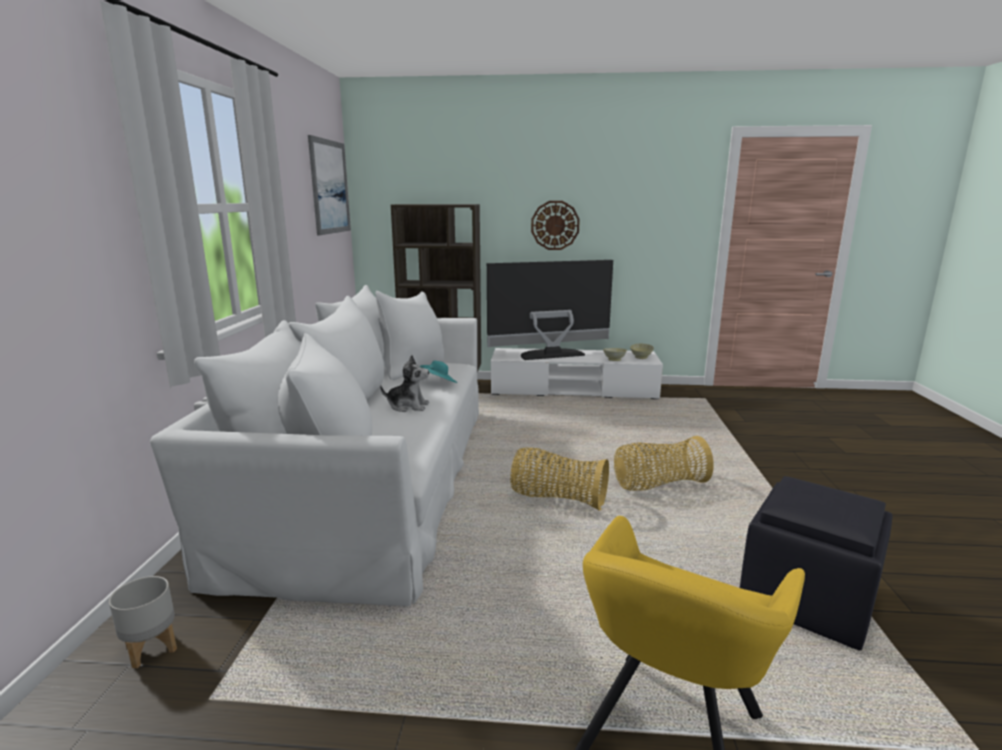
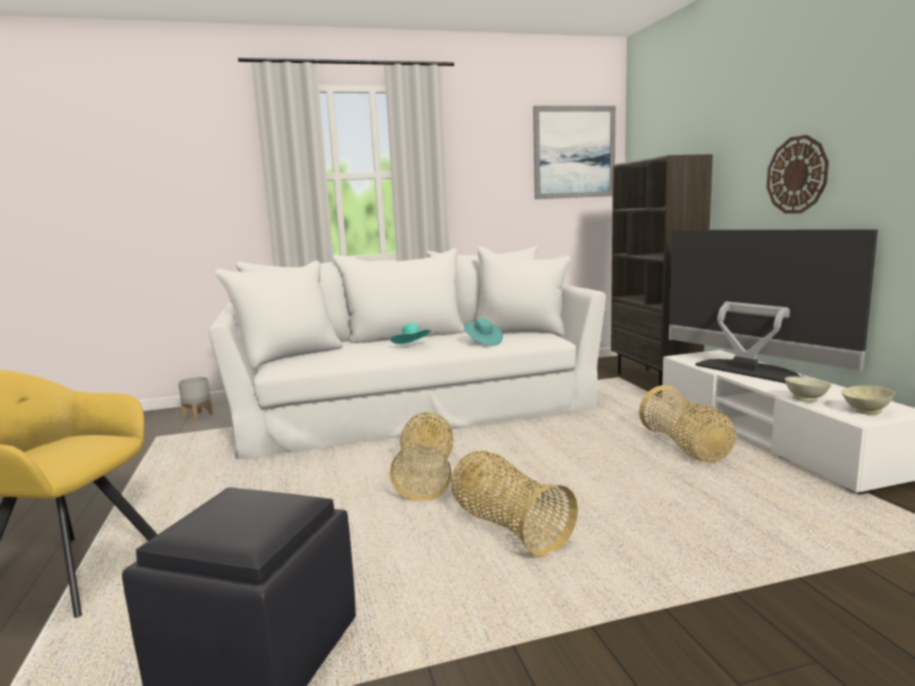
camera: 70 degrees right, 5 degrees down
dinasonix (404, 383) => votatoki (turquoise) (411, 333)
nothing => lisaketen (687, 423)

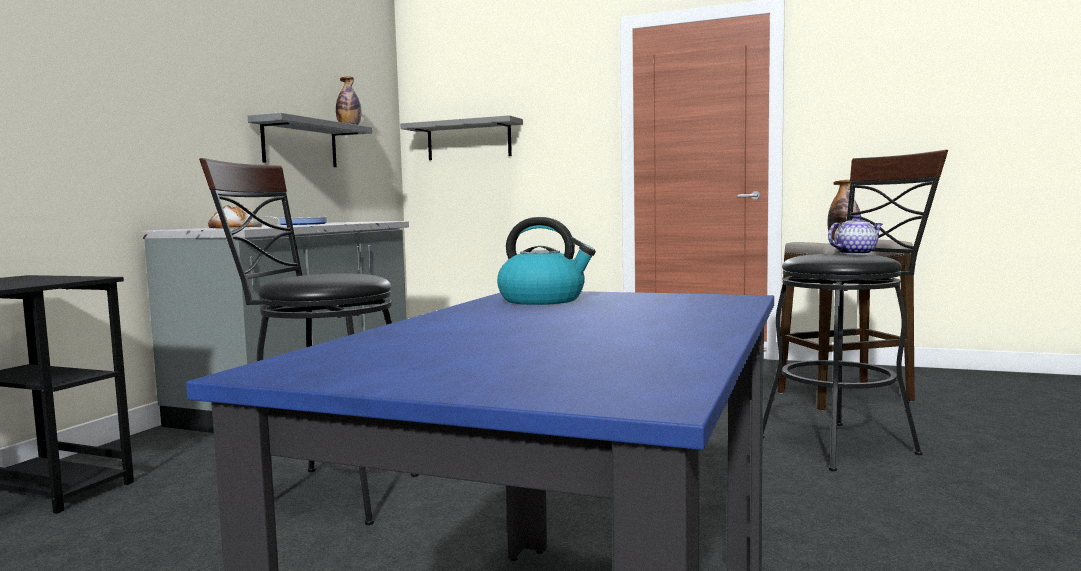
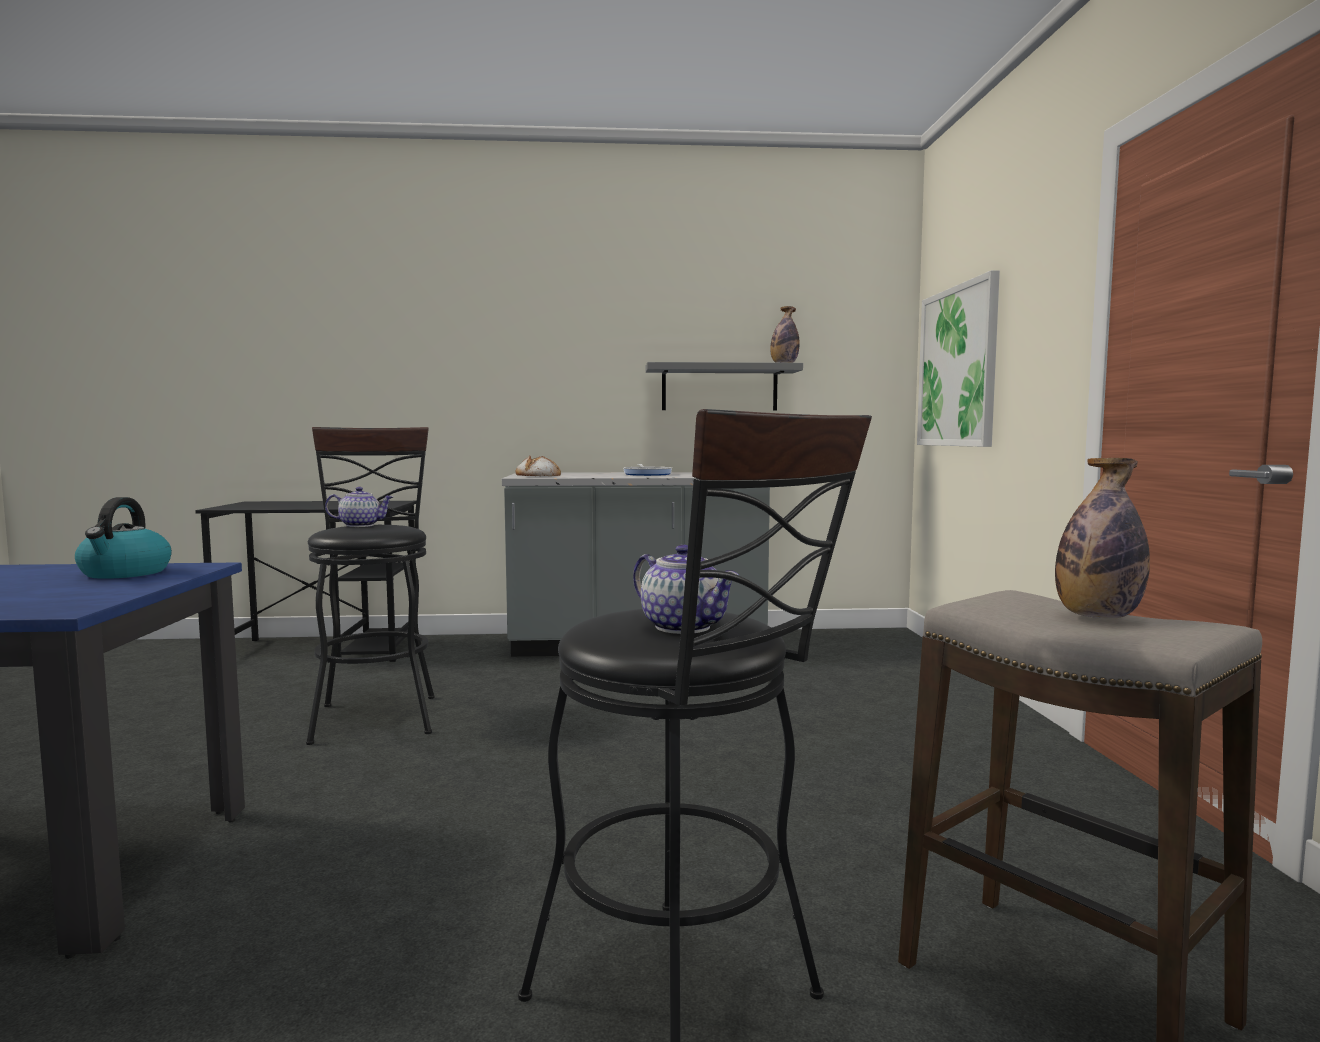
camera: 65 degrees right, 0 degrees up
nothing => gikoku (359, 507)
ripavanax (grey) (461, 137) => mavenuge (958, 358)

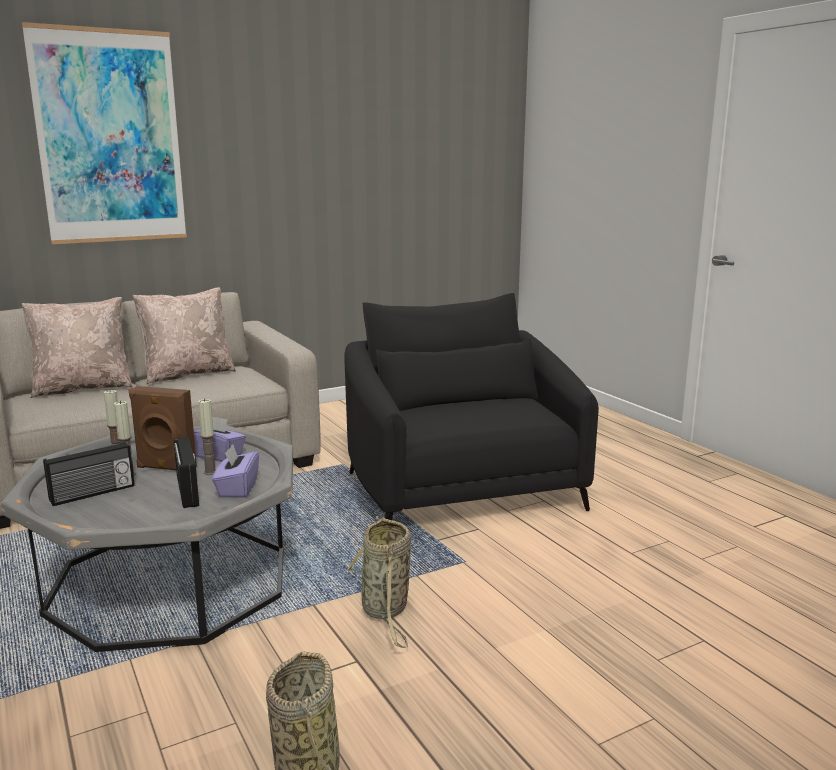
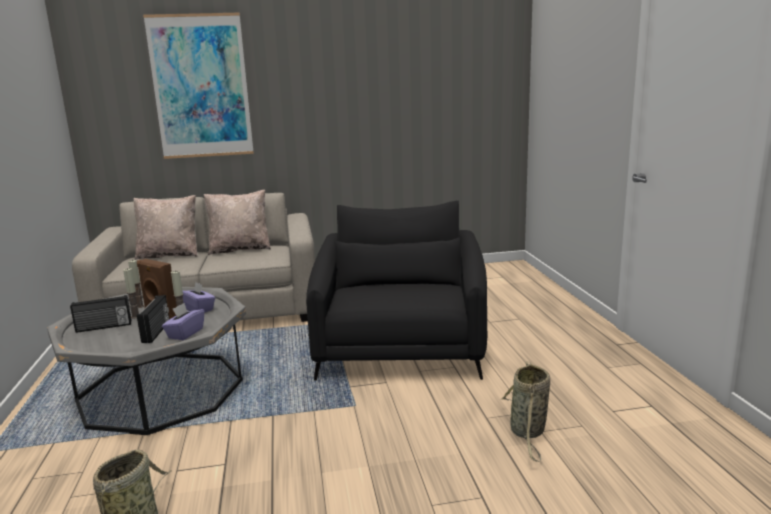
camera: 20 degrees right, 0 degrees up
lisaketen (378, 582) => lisaketen (525, 412), moved

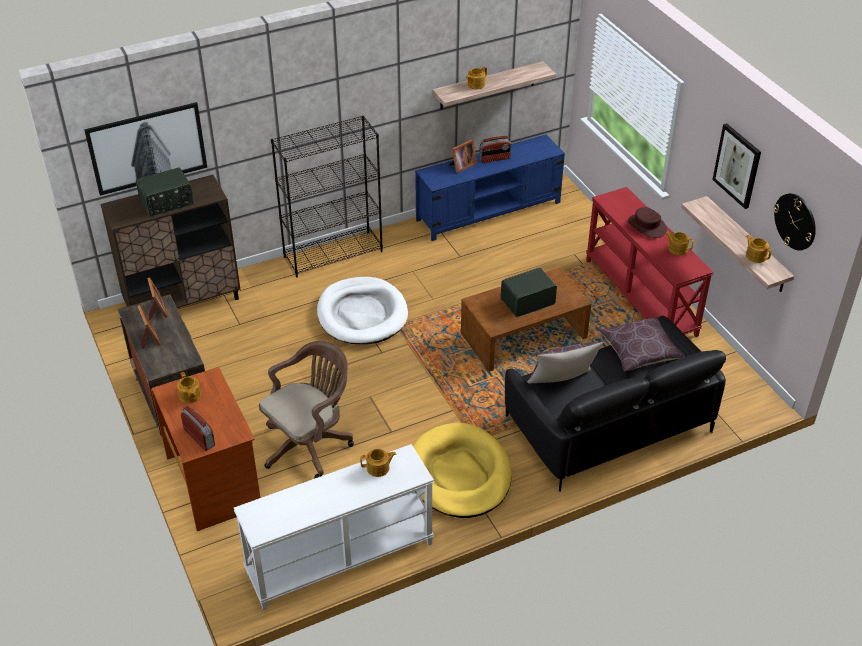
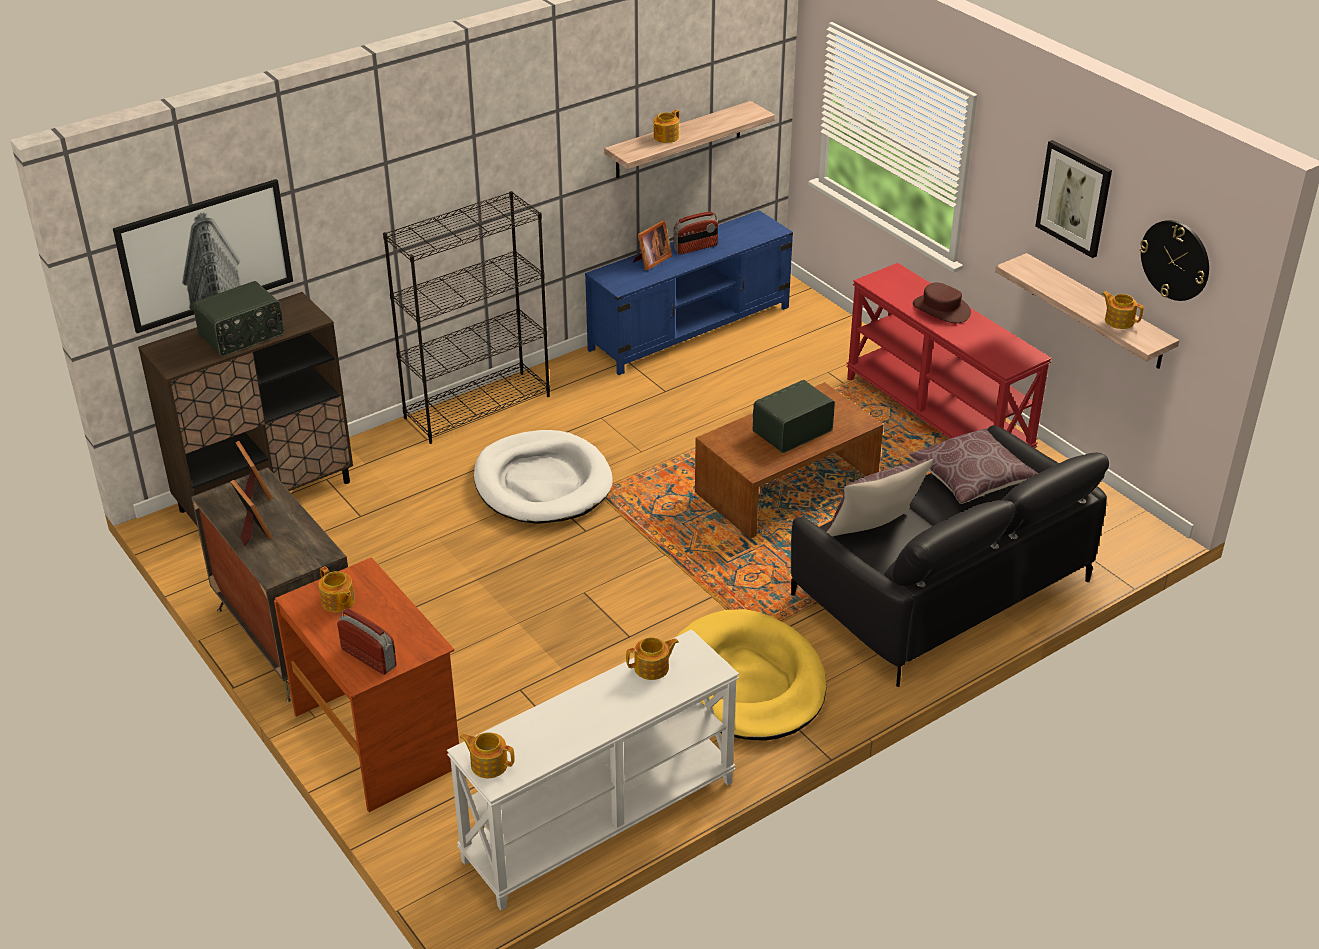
camera: 10 degrees left, 5 degrees down
gikoku (679, 243) => gikoku (487, 755), moved
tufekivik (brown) (306, 409) => nothing

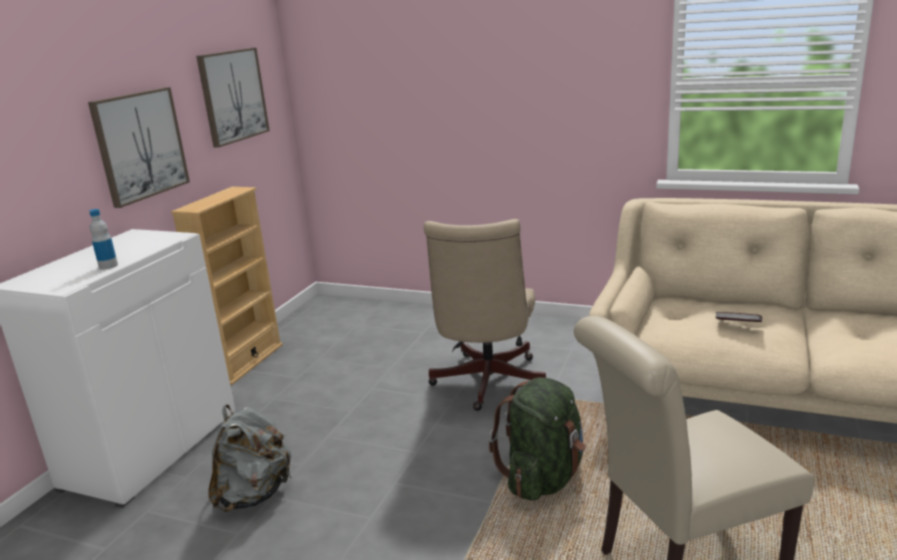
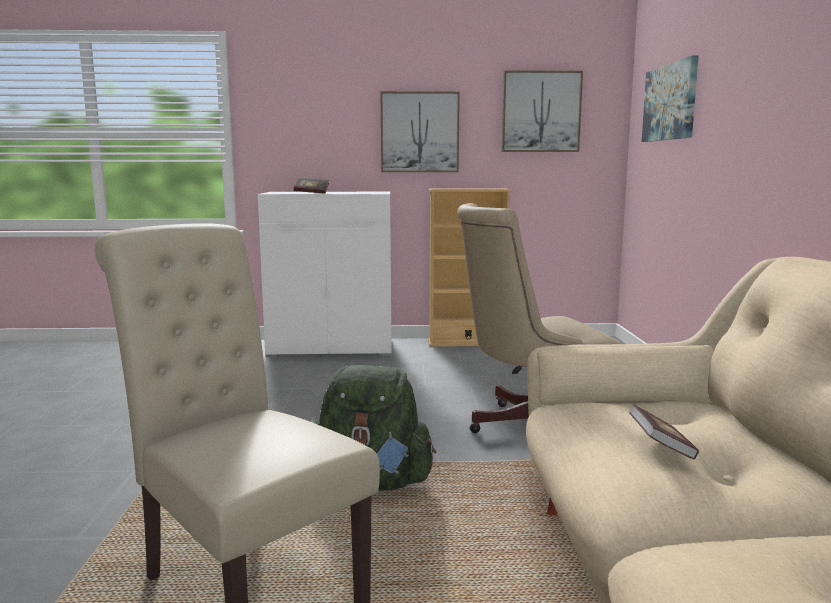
camera: 65 degrees right, 10 degrees down
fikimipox (103, 239) => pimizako (311, 186)
nothing => mavenuge (670, 99)
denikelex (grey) (250, 458) => nothing

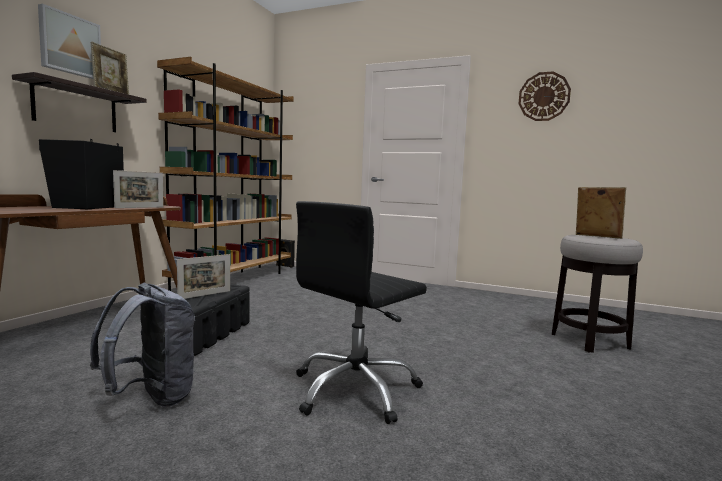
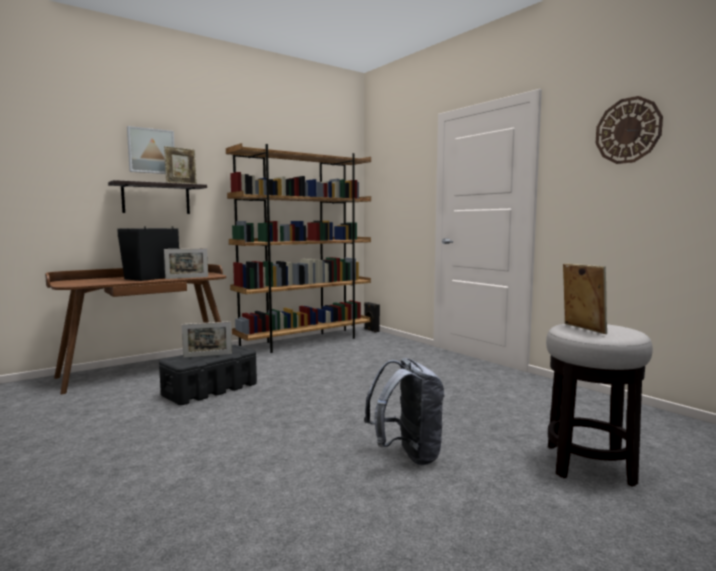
camera: 30 degrees right, 0 degrees up
denikelex (grey) (142, 344) => denikelex (grey) (404, 411), moved
tufekivik (black) (361, 312) => nothing

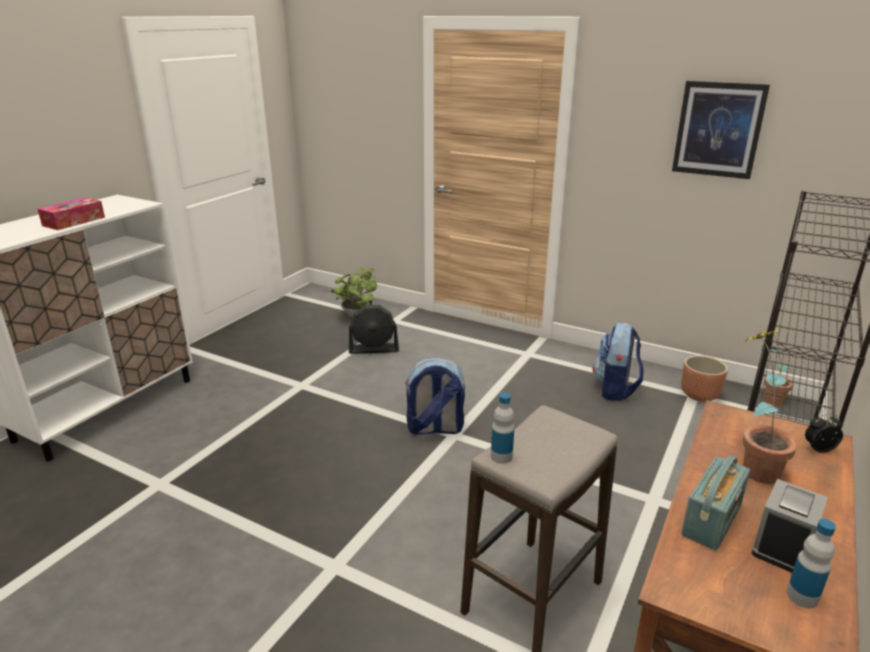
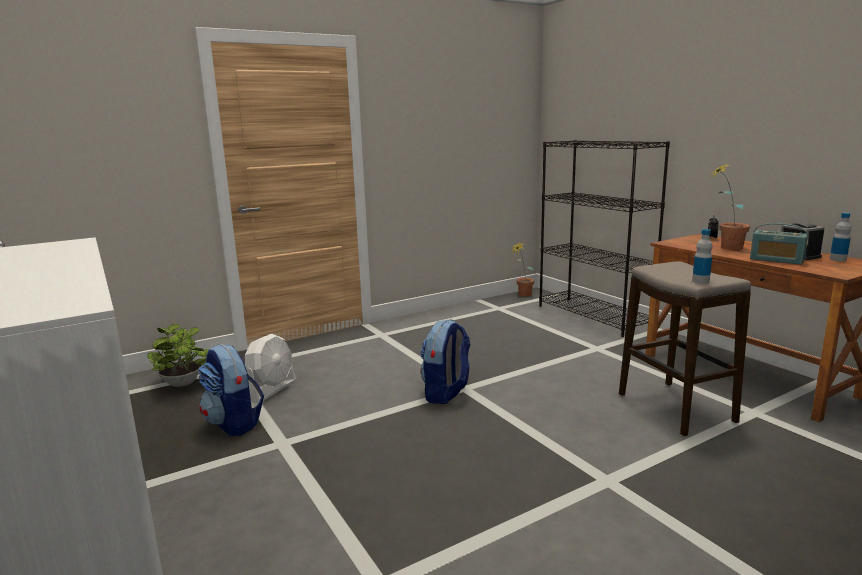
camera: 60 degrees left, 10 degrees down
denikelex (618, 362) => denikelex (231, 390), moved
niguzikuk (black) (374, 329) => niguzikuk (white) (270, 368)
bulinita (715, 502) => bulinita (779, 244), 150 degrees clockwise
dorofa (71, 214) => nothing
mavenuge (721, 130) => nothing
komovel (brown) (704, 378) => nothing

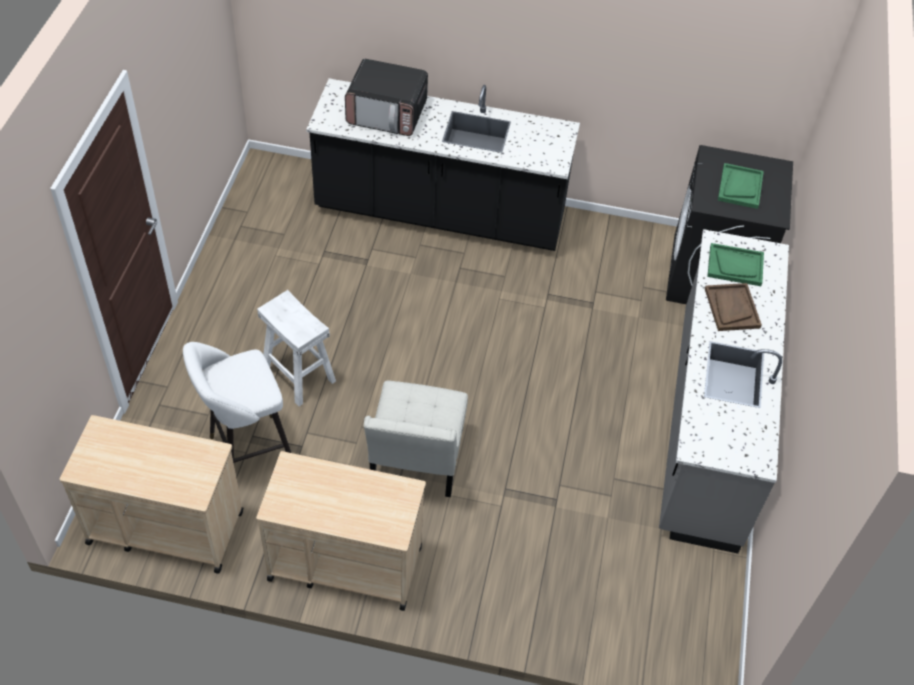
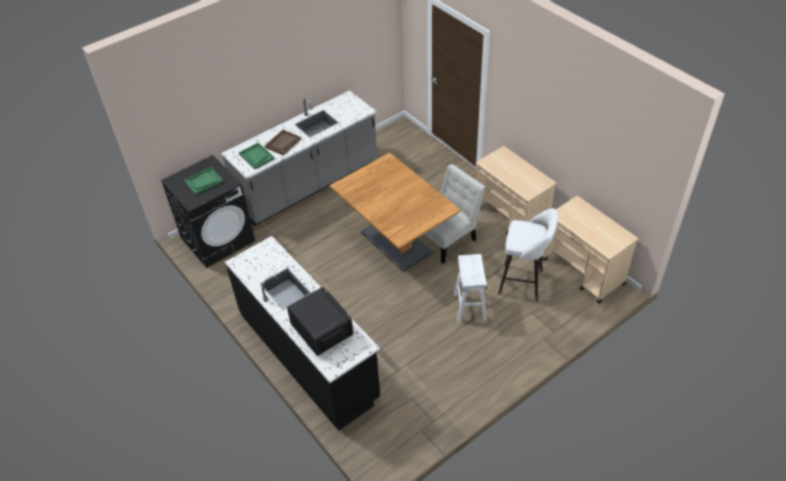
camera: 135 degrees left, 5 degrees down
nothing => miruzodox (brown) (395, 212)

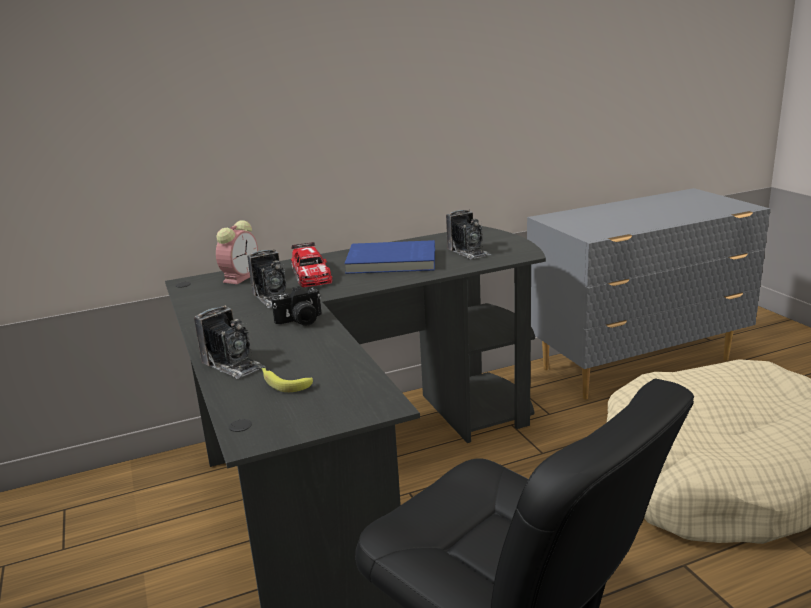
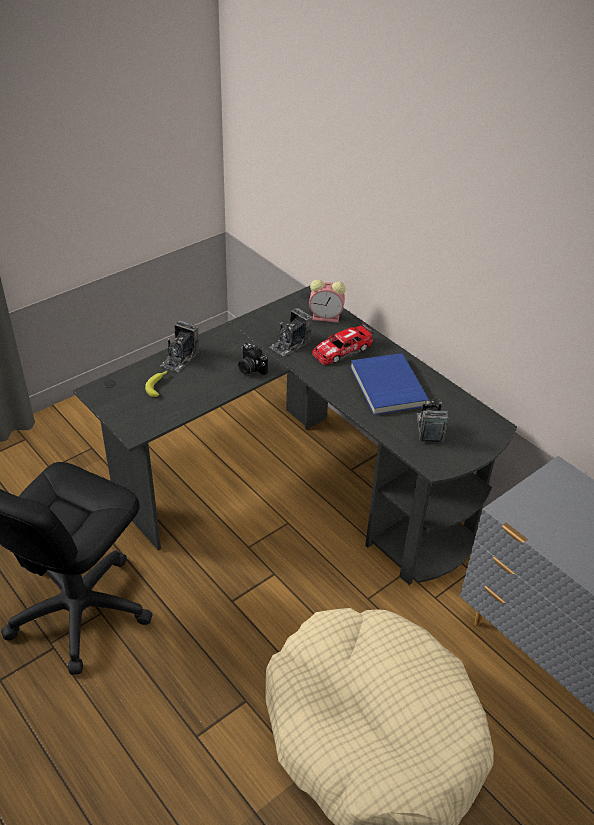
camera: 70 degrees right, 20 degrees up
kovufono (468, 235) => kovufono (433, 420), 135 degrees clockwise

